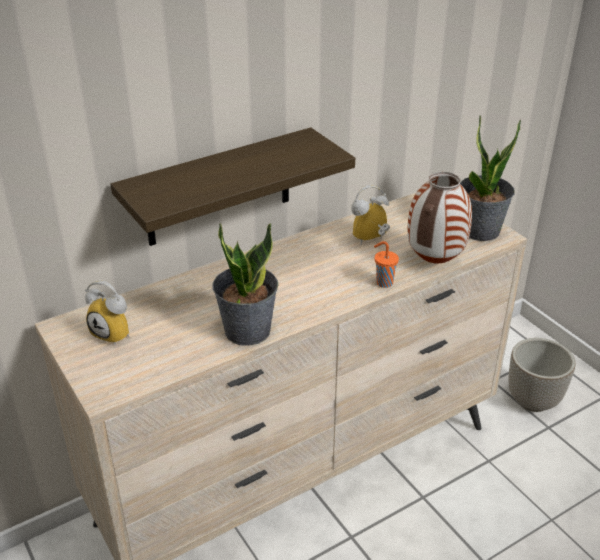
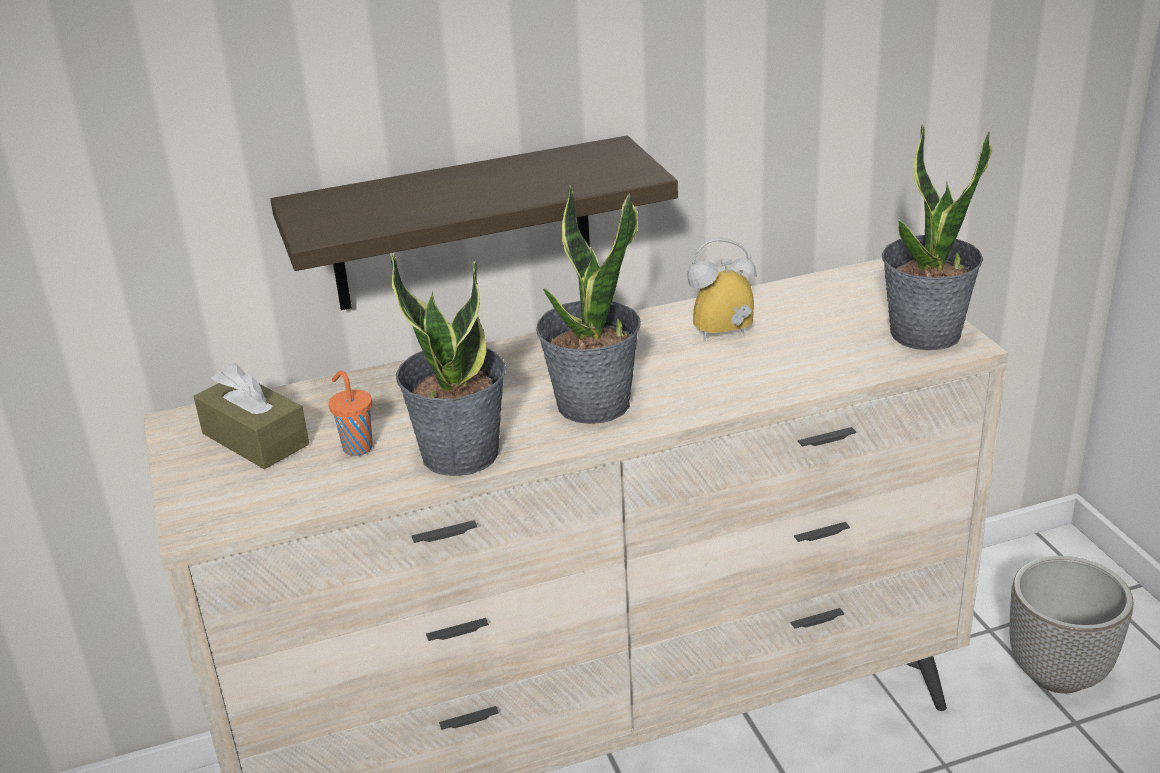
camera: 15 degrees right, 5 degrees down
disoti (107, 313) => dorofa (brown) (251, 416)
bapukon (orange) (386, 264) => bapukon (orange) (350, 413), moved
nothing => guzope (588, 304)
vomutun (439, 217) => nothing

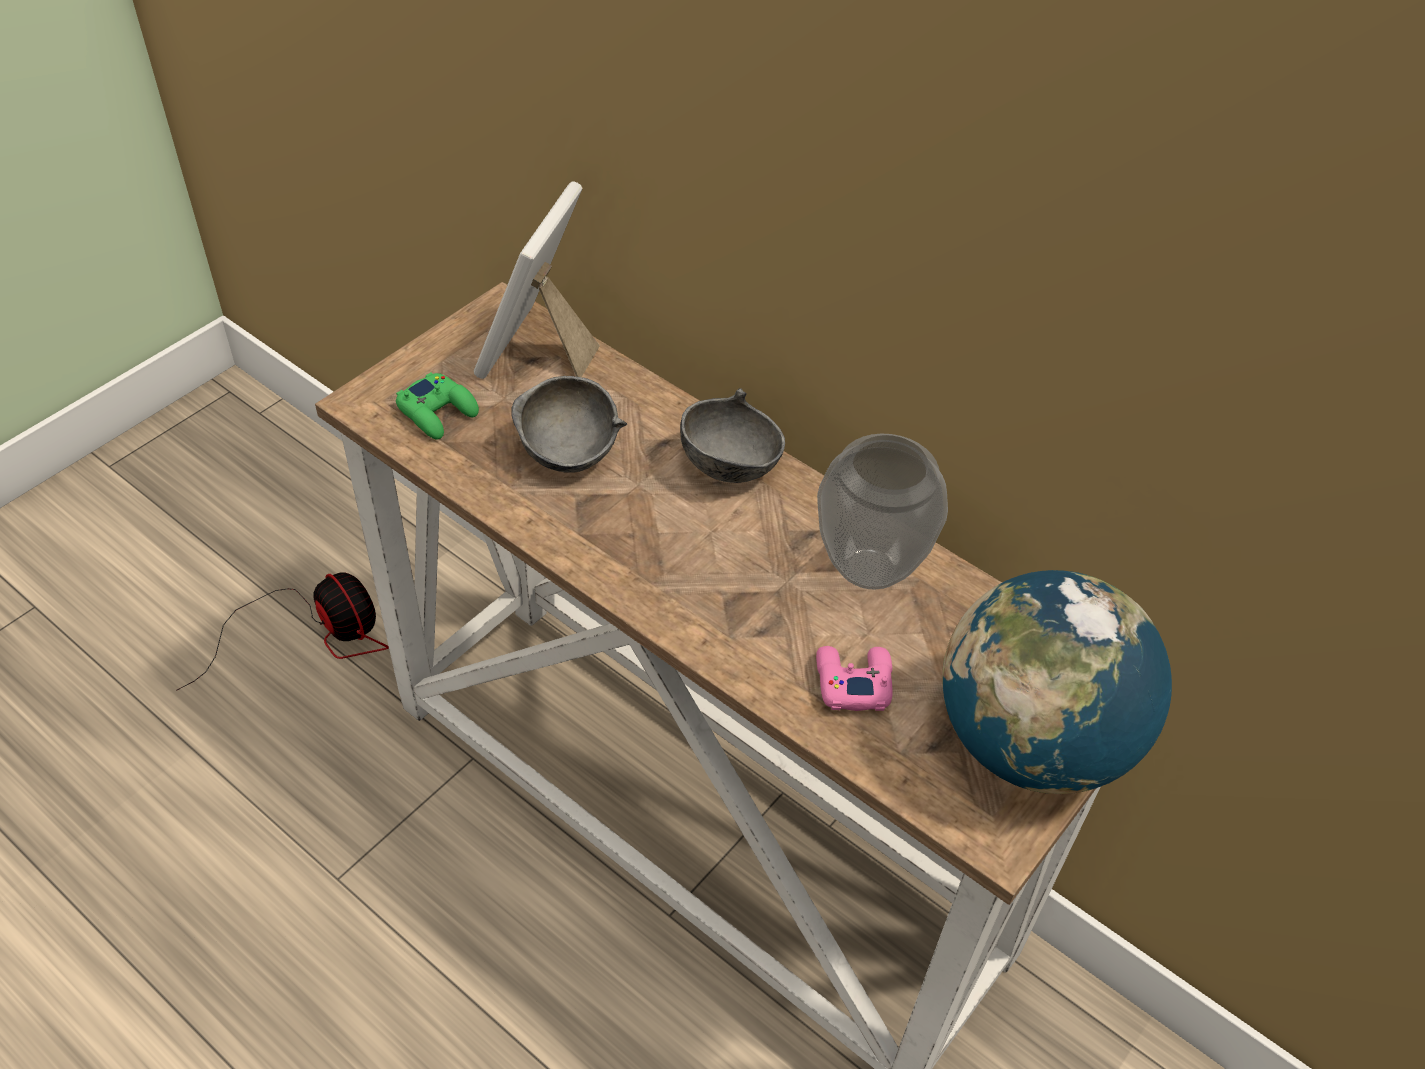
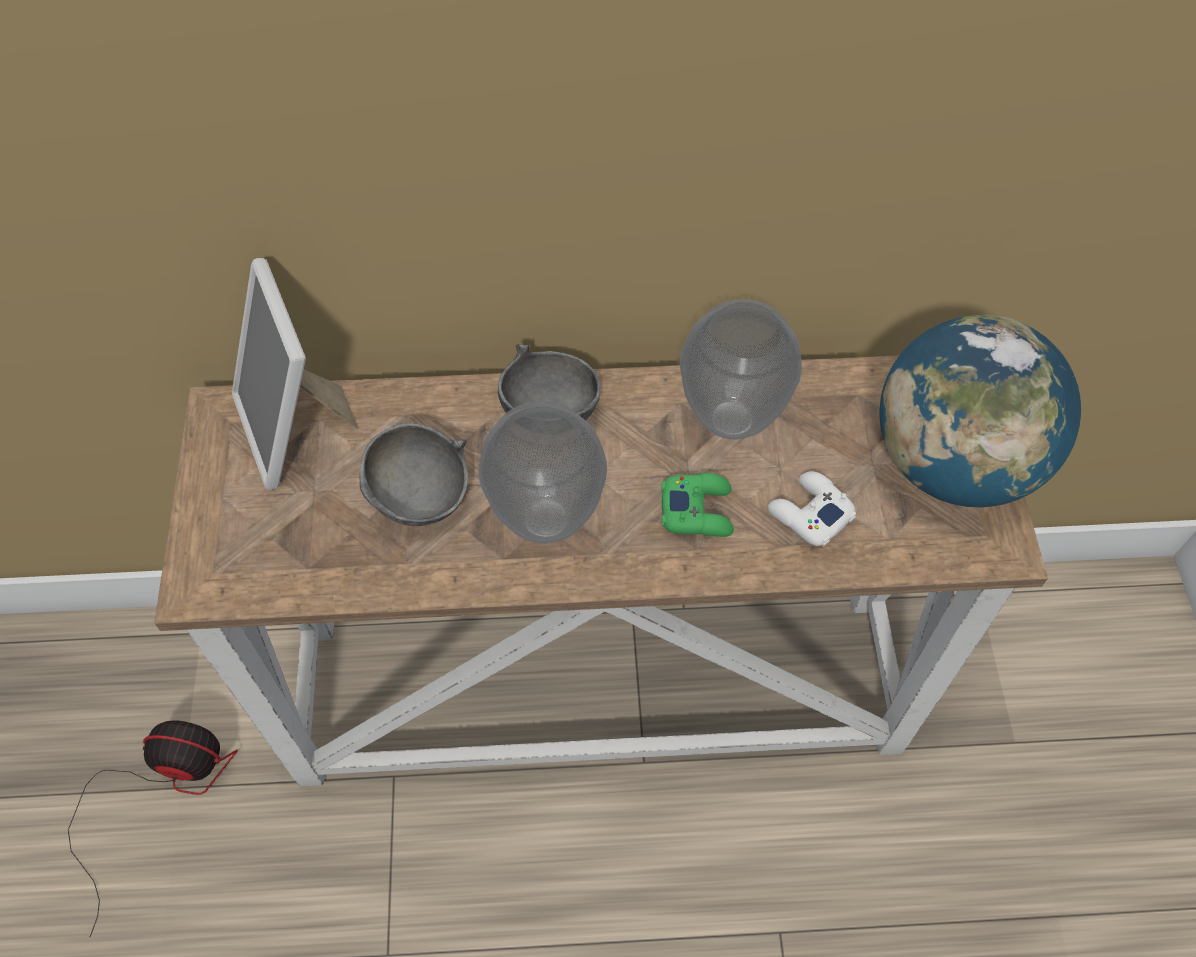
camera: 40 degrees left, 10 degrees up
nothing => vomutun (542, 472)
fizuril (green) (437, 406) => fizuril (green) (698, 505), moved
fizuril (pink) (854, 678) => fizuril (white) (811, 508)

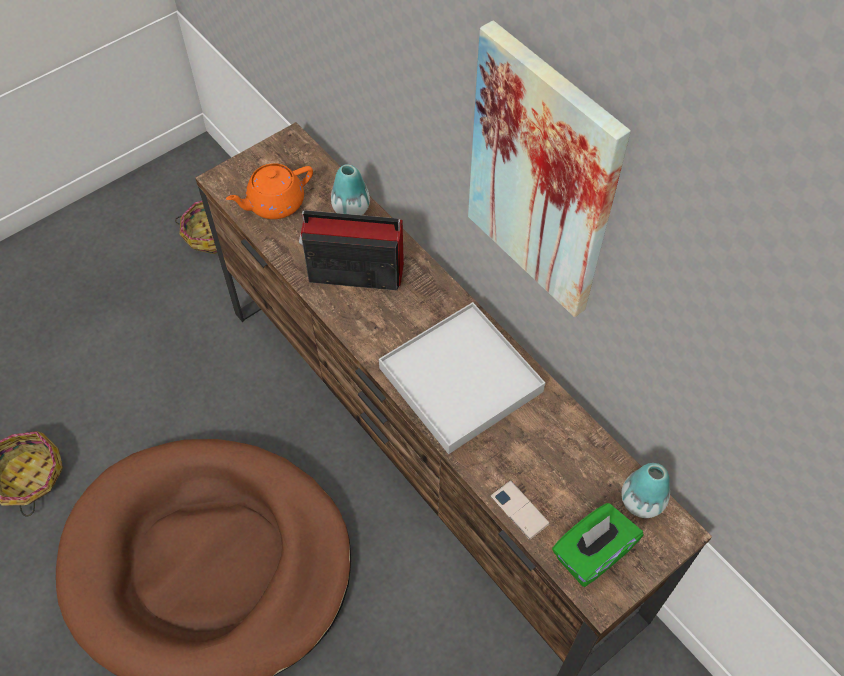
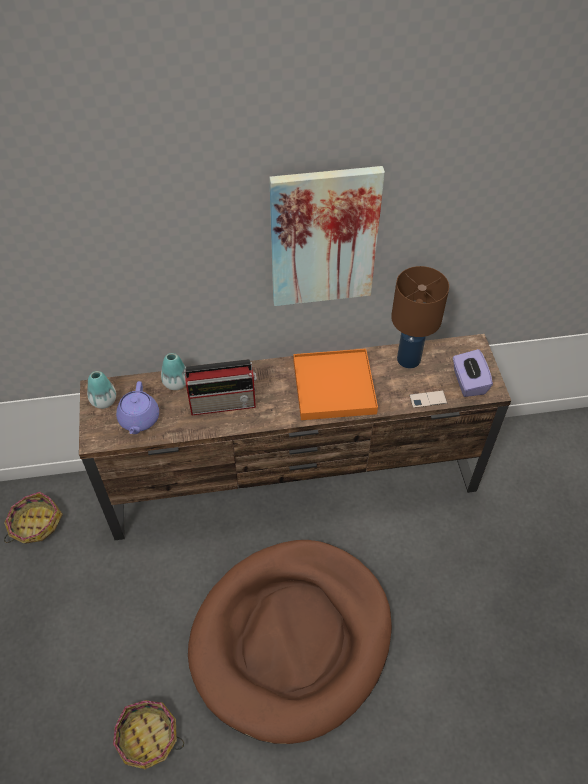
camera: 60 degrees left, 5 degrees down
vomutun (645, 490) => vomutun (101, 390), moved
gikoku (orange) (269, 191) => gikoku (purple) (137, 407)
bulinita (351, 250) => bulinita (220, 387), 135 degrees counterclockwise
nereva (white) (462, 378) => nereva (orange) (336, 384)
nothing => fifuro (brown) (420, 317)
dorofa (green) (598, 545) => dorofa (purple) (473, 373)

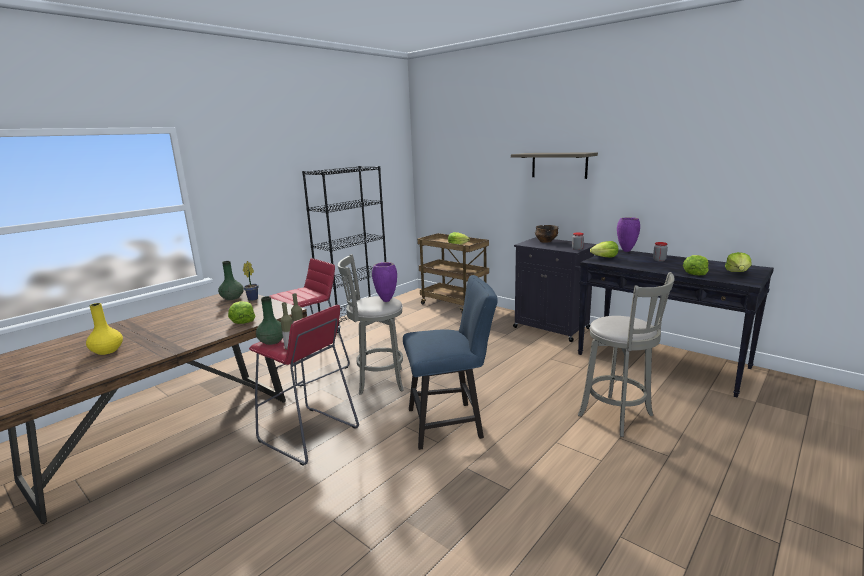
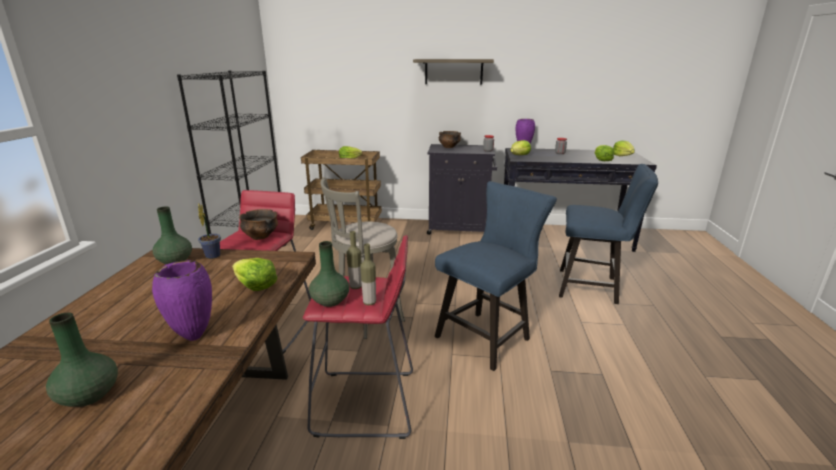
camera: 35 degrees left, 5 degrees up
vomutun (yellow) (104, 329) => vomutun (green) (82, 360)
vomutun (purple) (384, 282) => vomutun (purple) (182, 300), moved
nothing => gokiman (258, 224)
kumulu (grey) (626, 354) => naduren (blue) (608, 234)

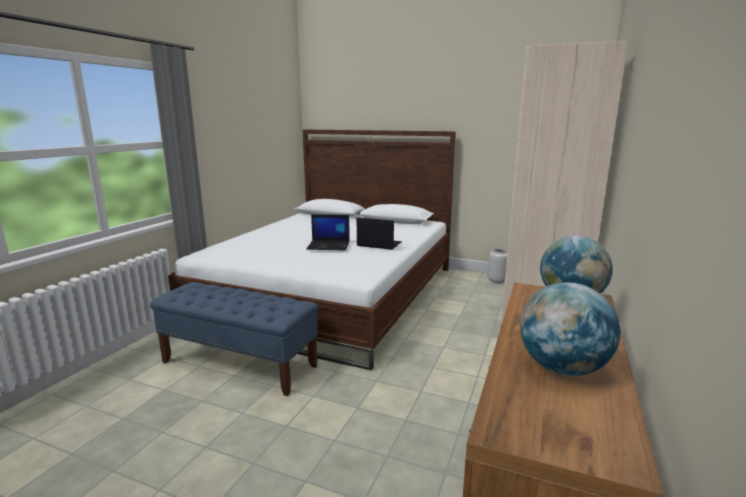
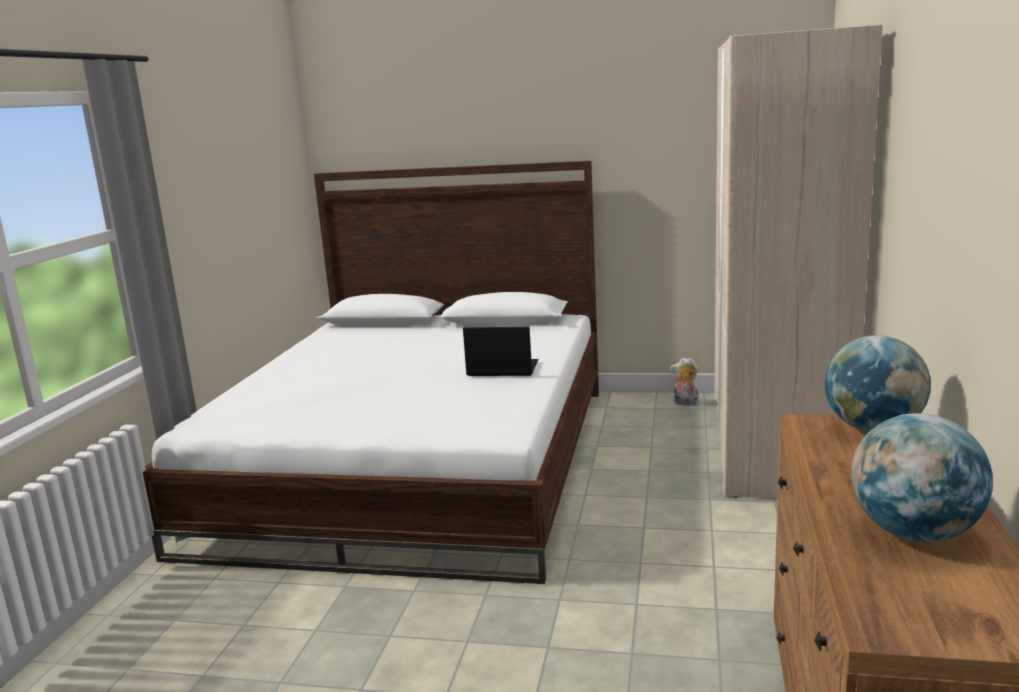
camera: 10 degrees left, 0 degrees up
vomutun (grey) (497, 266) => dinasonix (685, 382)
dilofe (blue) (234, 339) => nothing
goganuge (328, 232) => nothing

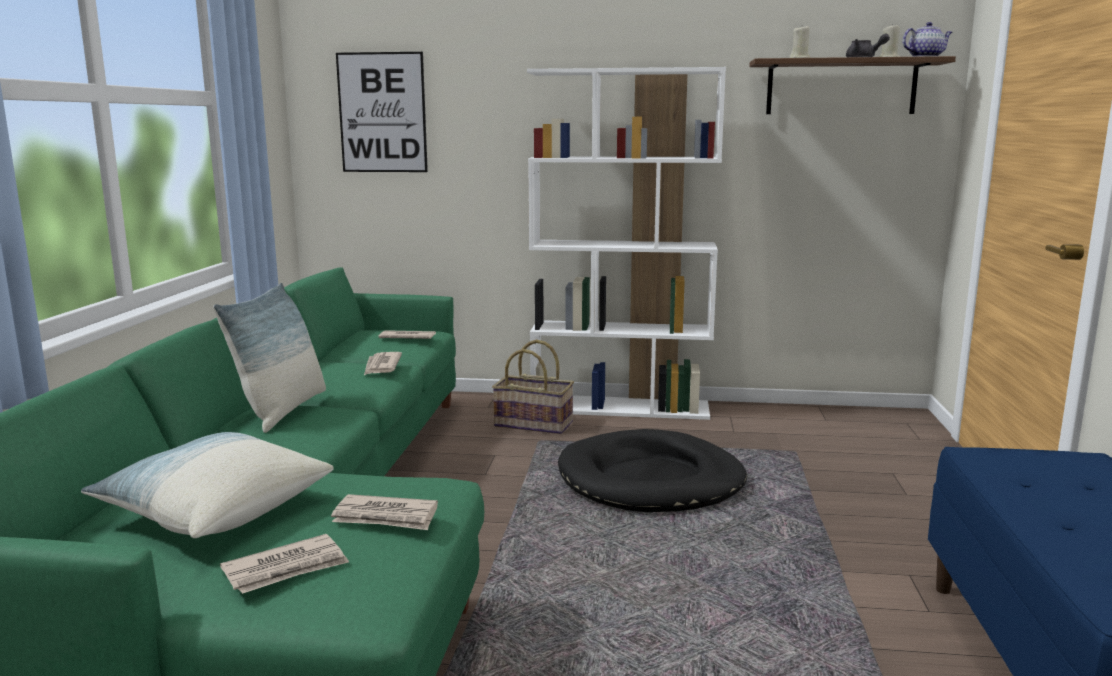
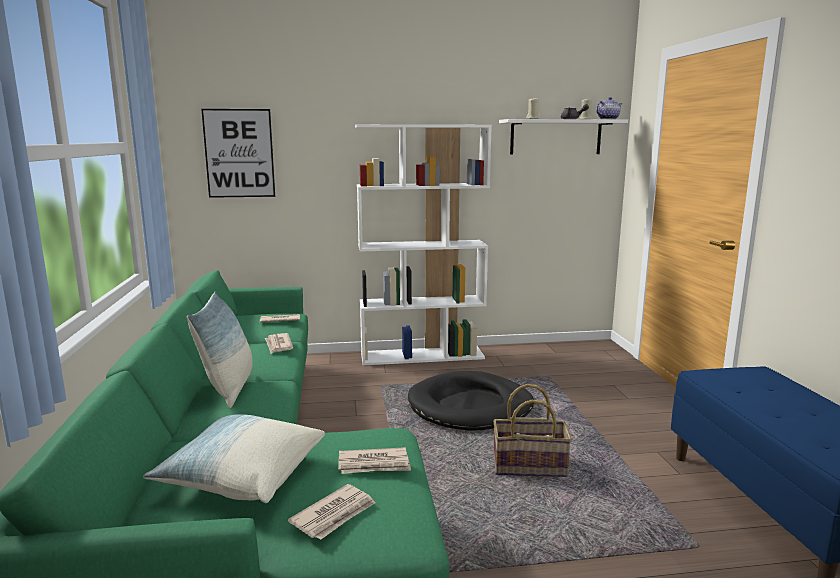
camera: 15 degrees left, 0 degrees up
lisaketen (533, 387) => lisaketen (532, 430), moved
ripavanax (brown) (852, 85) => ripavanax (white) (563, 137)

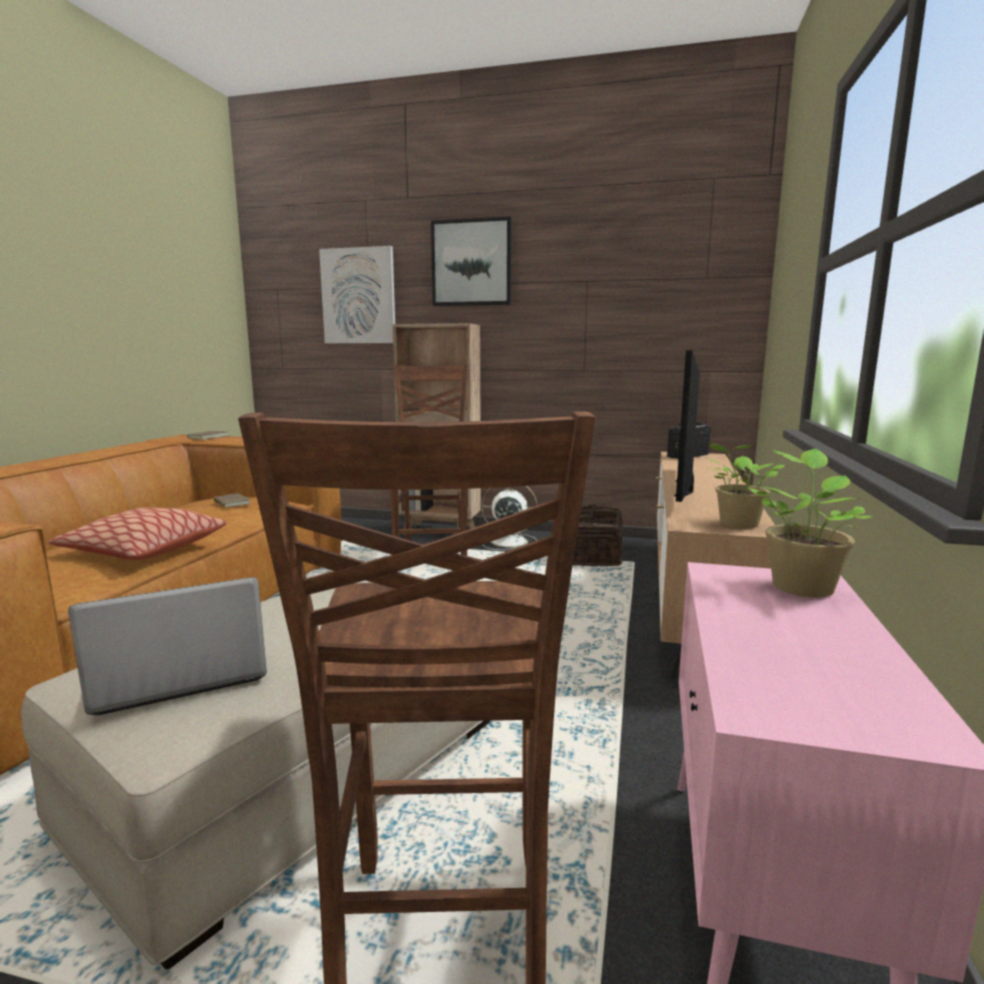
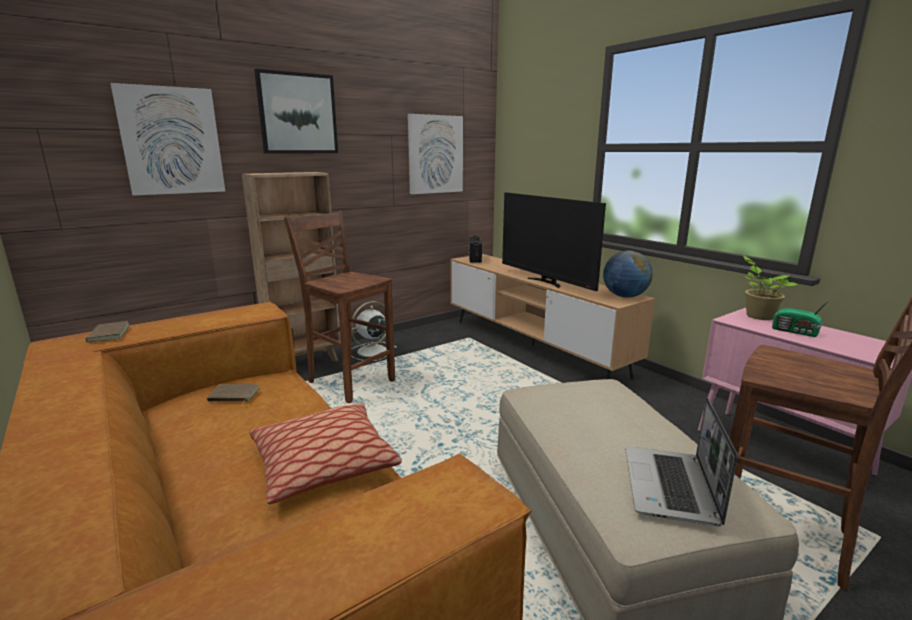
camera: 50 degrees left, 5 degrees up
nothing => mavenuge (435, 154)
guzope (743, 486) => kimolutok (628, 274)
nothing => bulinita (802, 317)
lisaketen (587, 535) => nothing

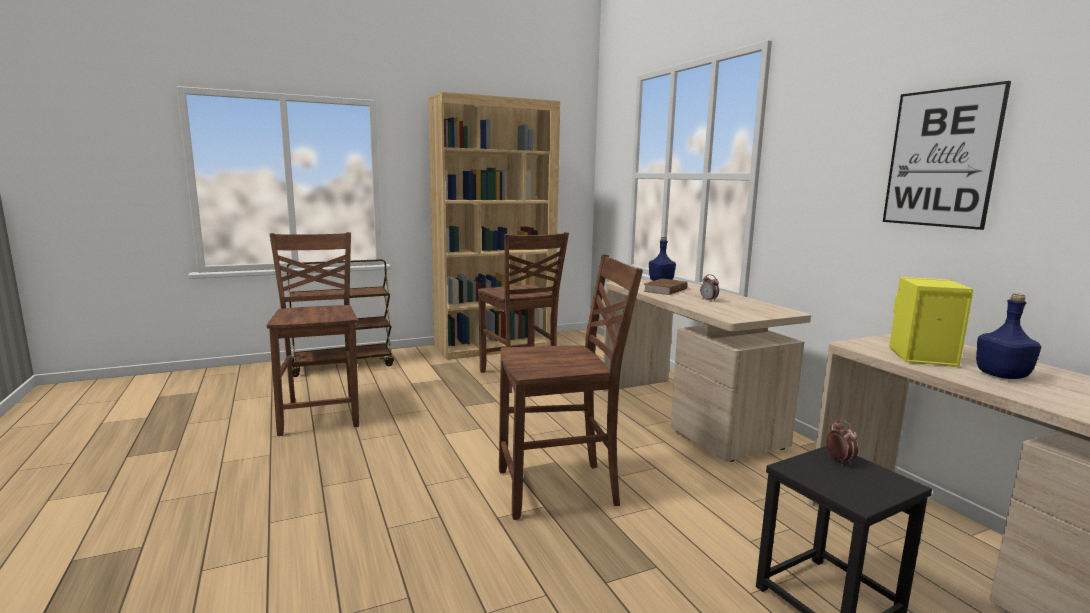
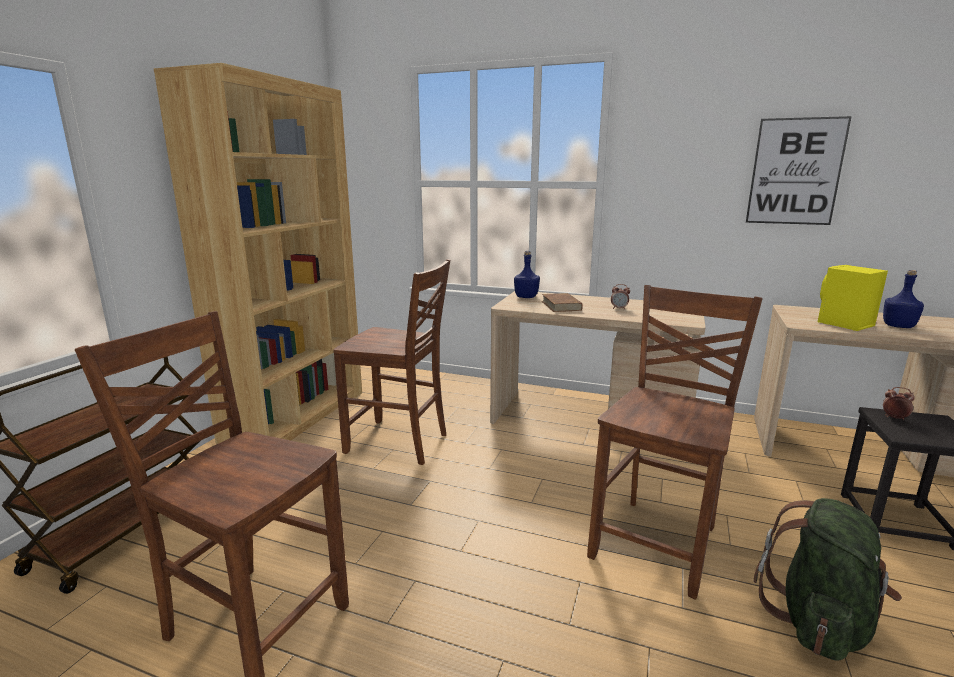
camera: 45 degrees left, 5 degrees up
nothing => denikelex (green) (828, 579)

